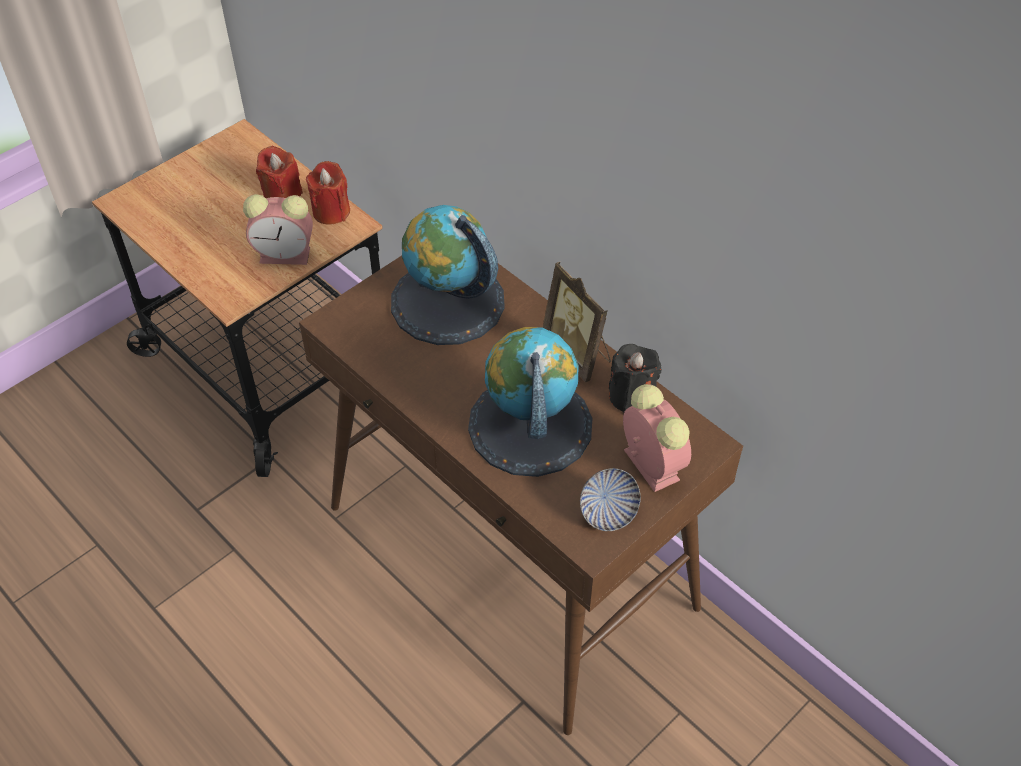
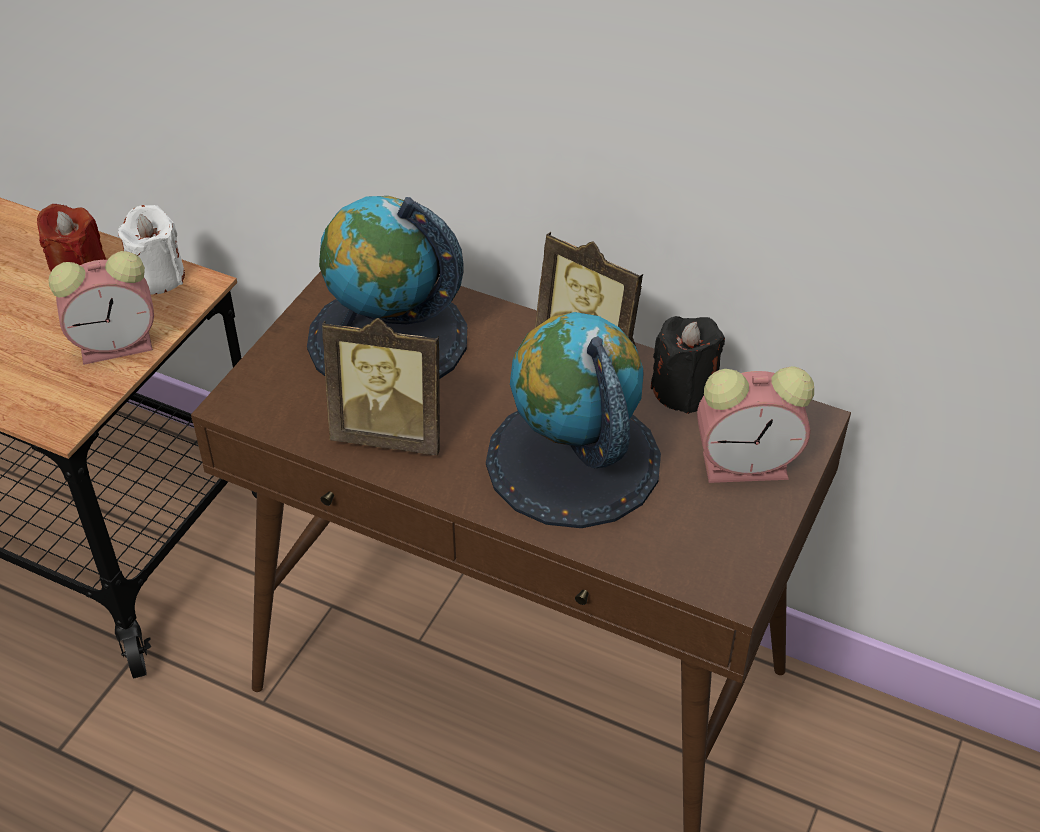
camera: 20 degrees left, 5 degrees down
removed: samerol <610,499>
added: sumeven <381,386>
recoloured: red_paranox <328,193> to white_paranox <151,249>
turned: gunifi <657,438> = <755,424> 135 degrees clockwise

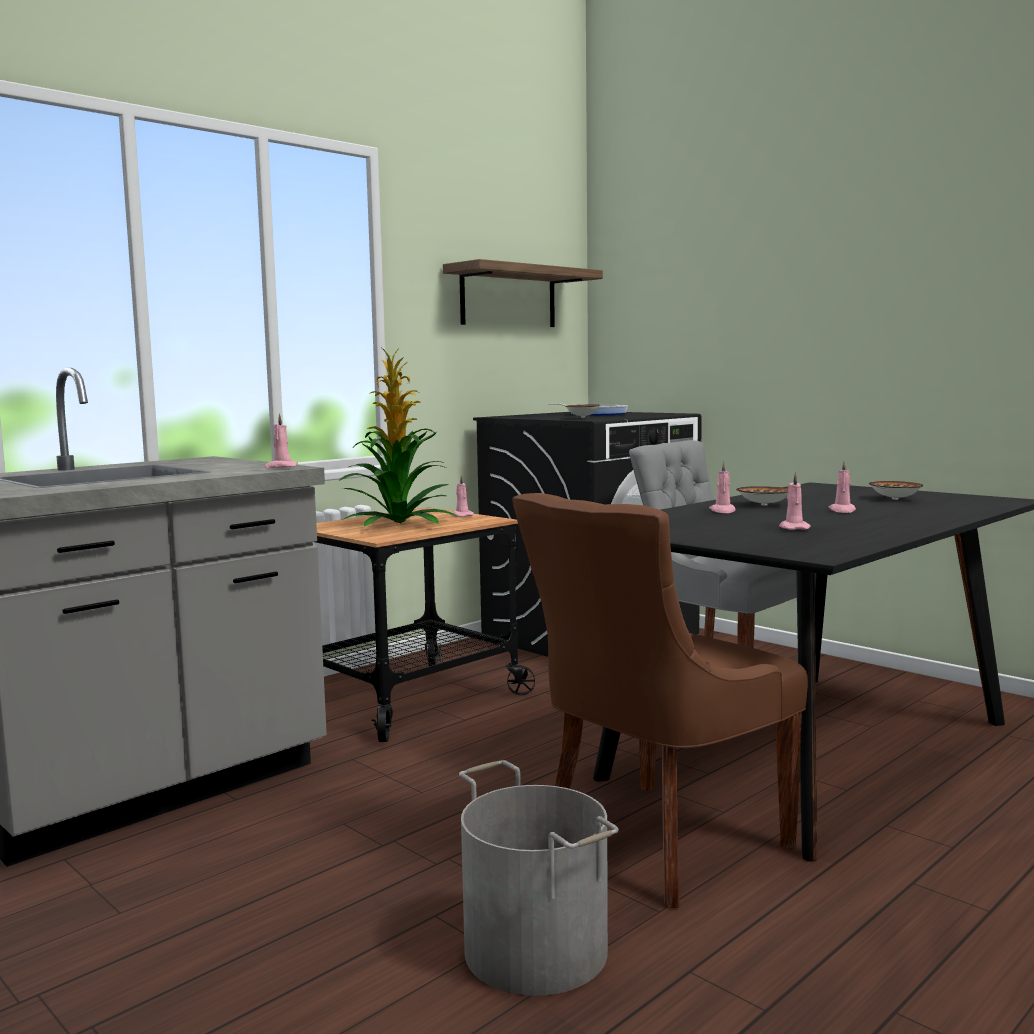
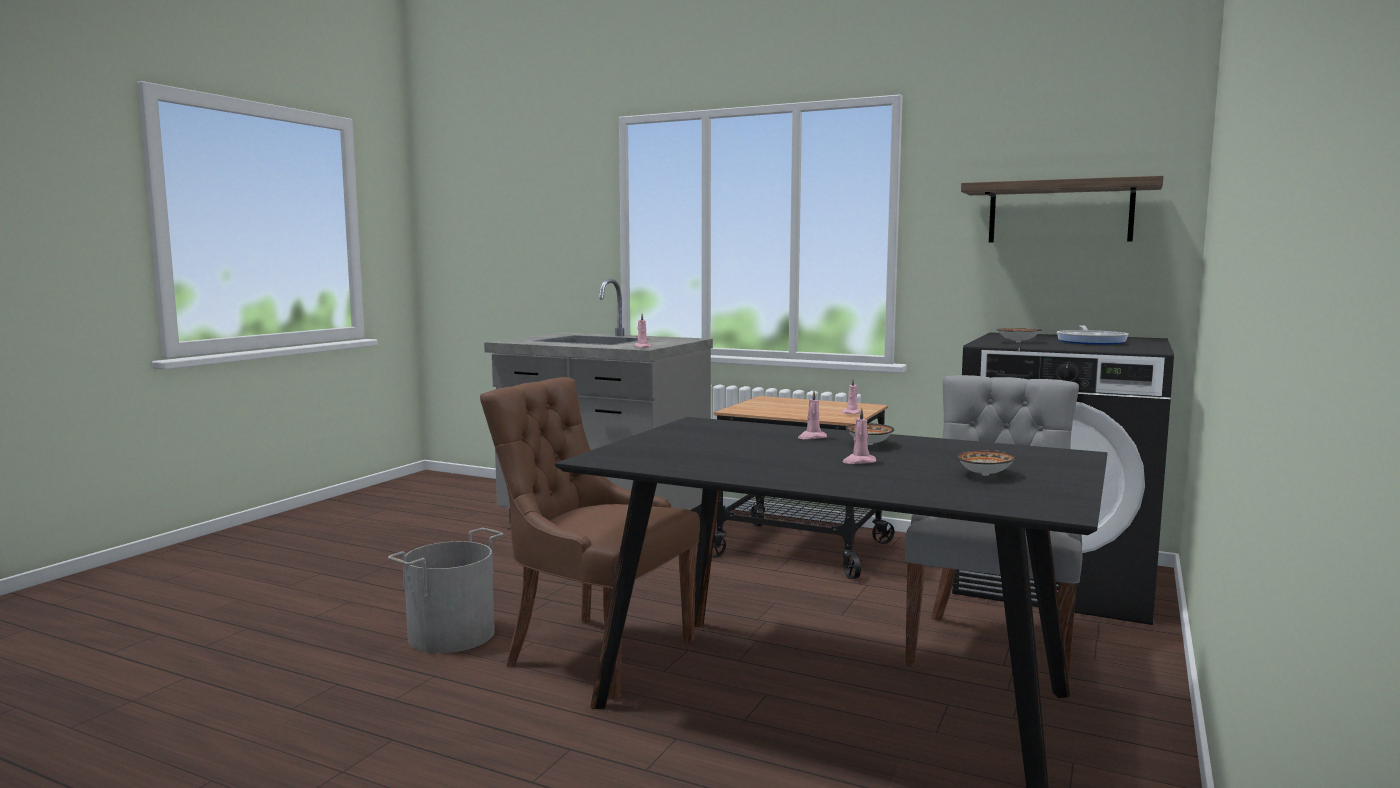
camera: 70 degrees right, 0 degrees up
removed: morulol <399,437>; pink_paranox <795,501>

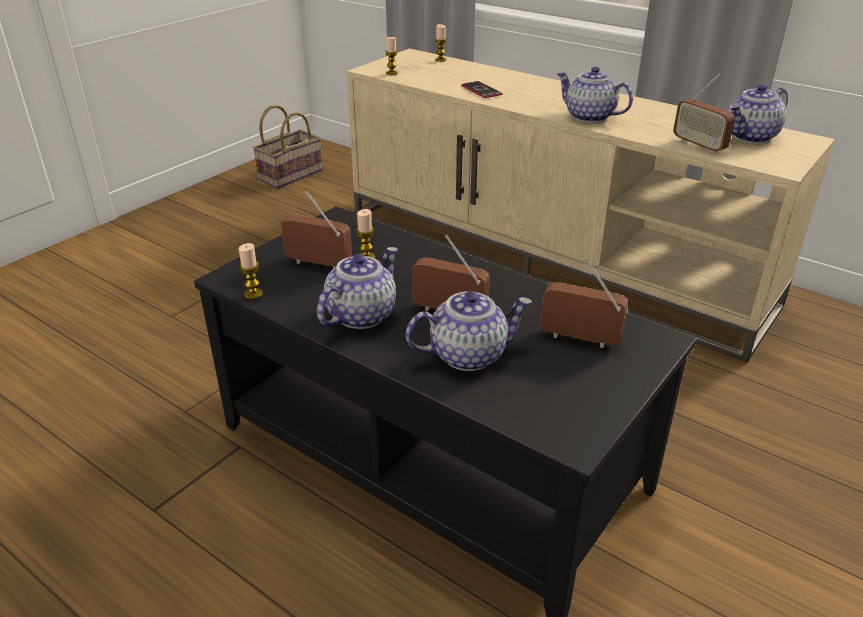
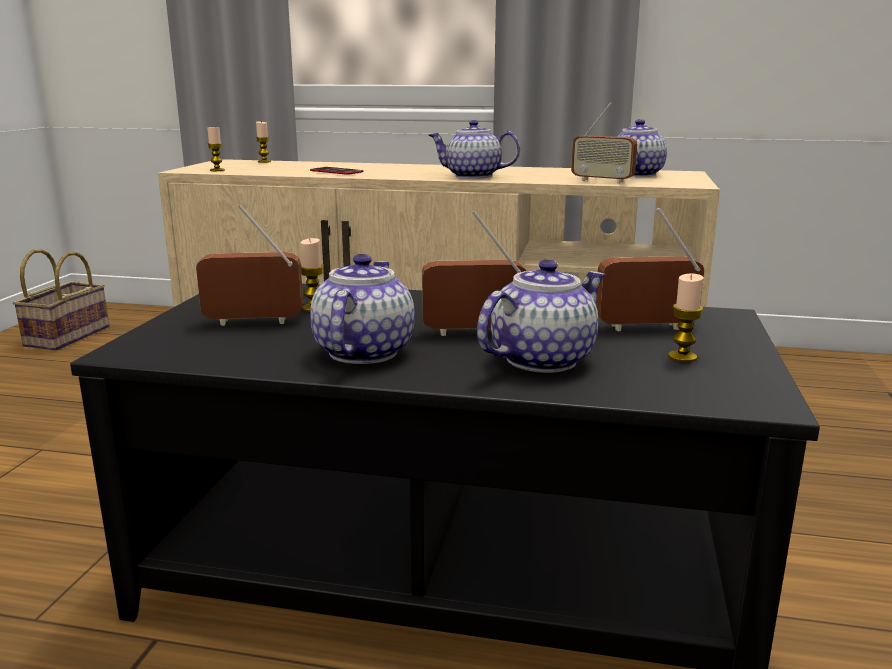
camera: 25 degrees left, 15 degrees down
moved: paranox <251,271> to <686,318>

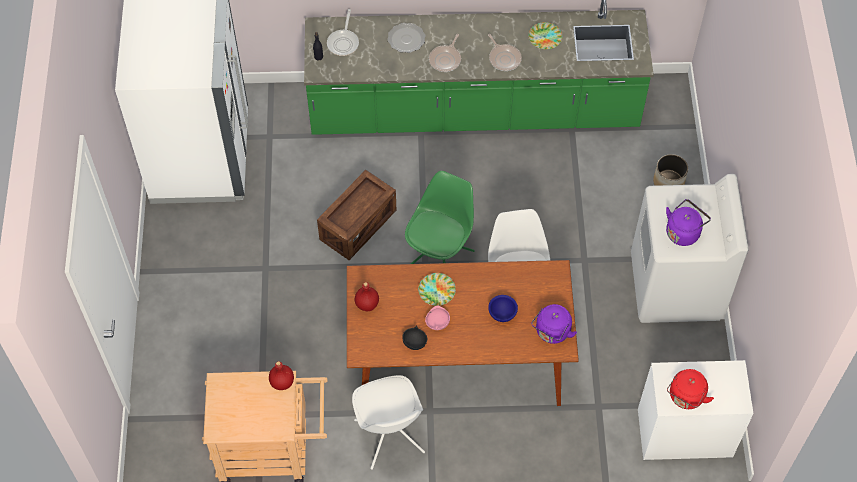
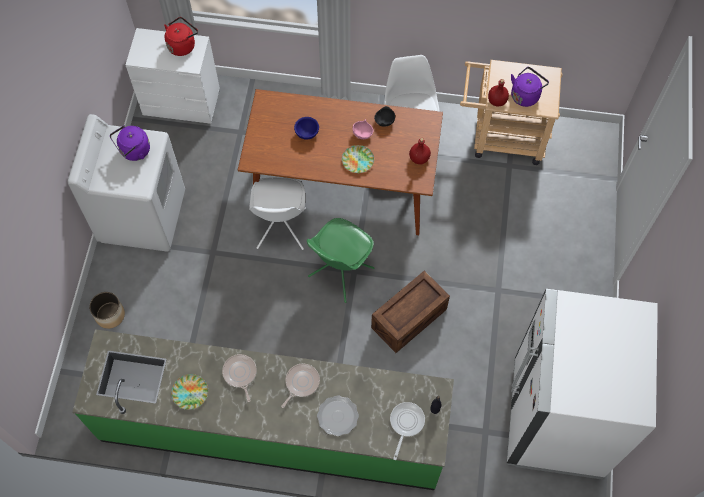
camera: 170 degrees left, 5 degrees up
moved: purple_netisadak <554,324> to <530,87>

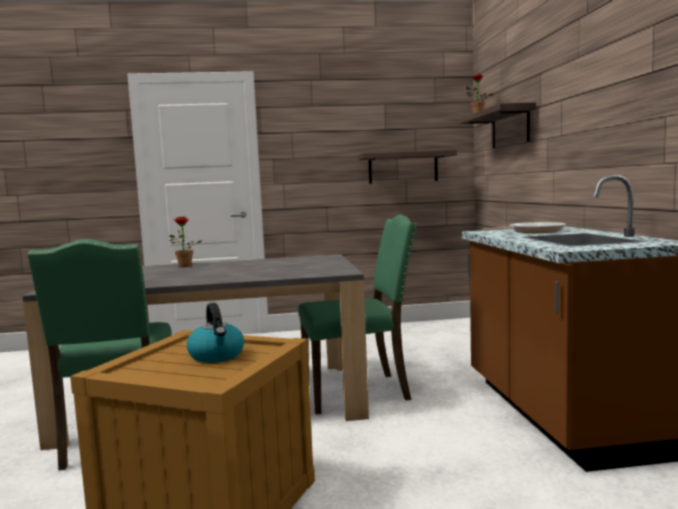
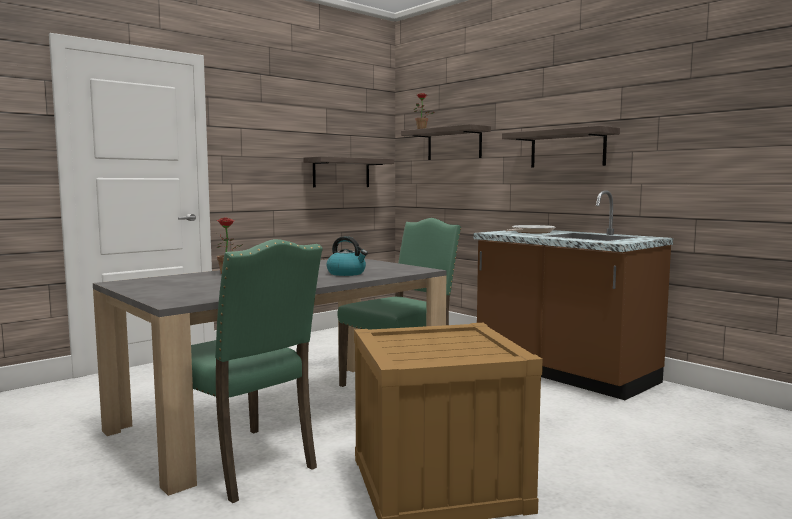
camera: 35 degrees left, 0 degrees up
added: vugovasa <561,147>
moved: netisadak <215,333> to <347,256>

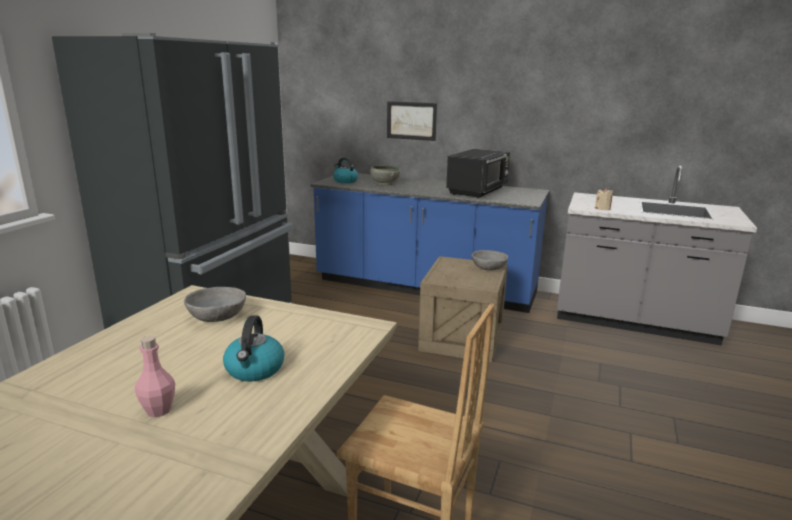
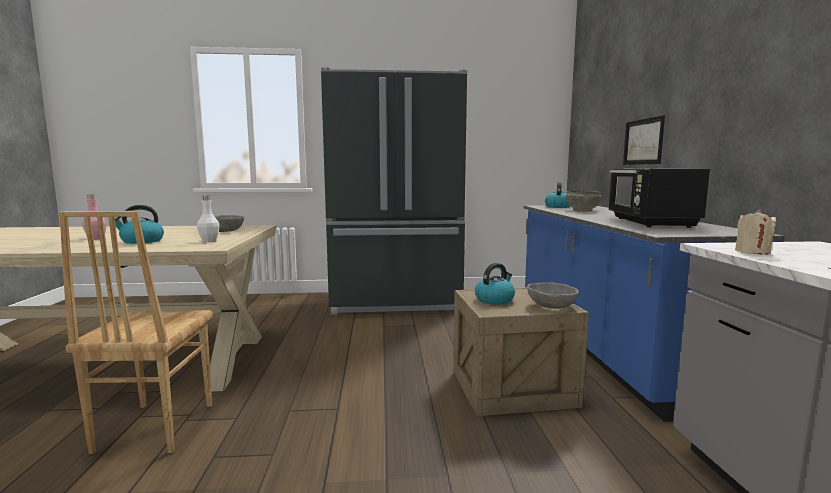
camera: 65 degrees right, 10 degrees down
added: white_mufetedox <208,218>; netisadak <495,284>
turned: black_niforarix <478,173> = <659,198> 90 degrees clockwise

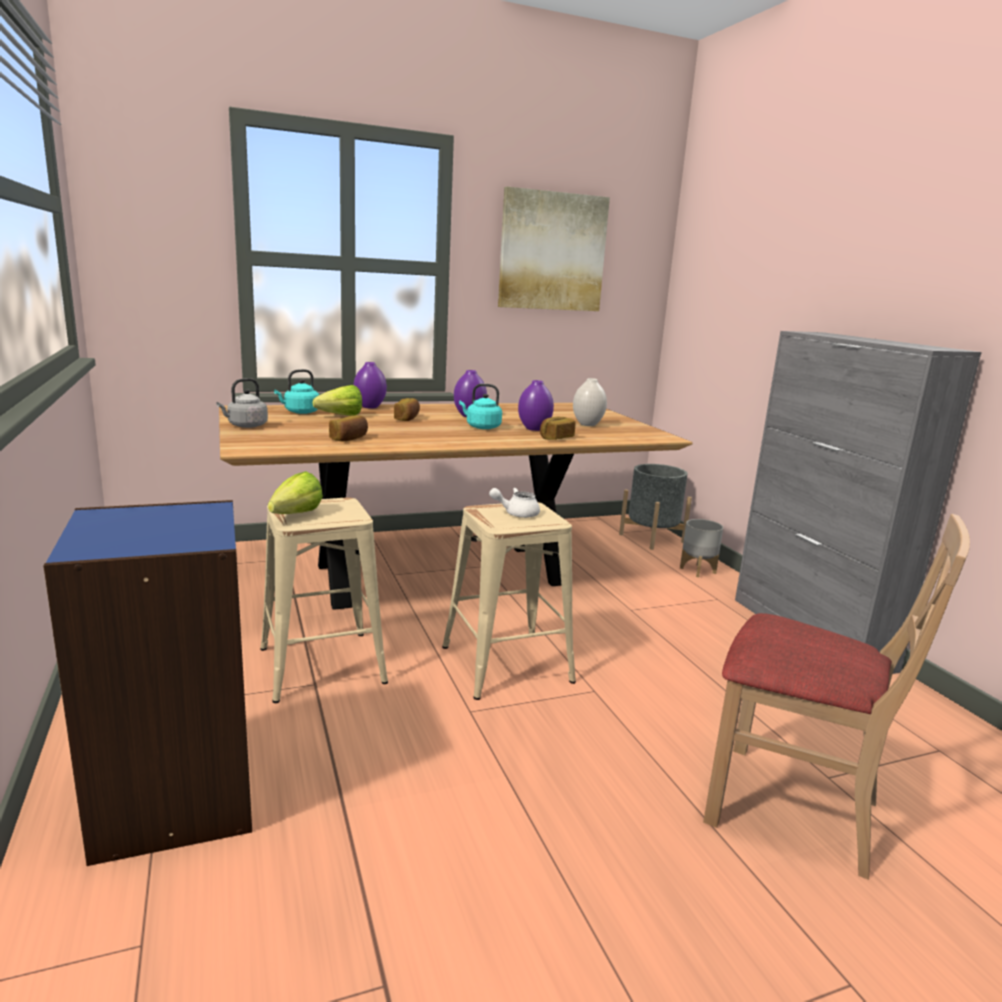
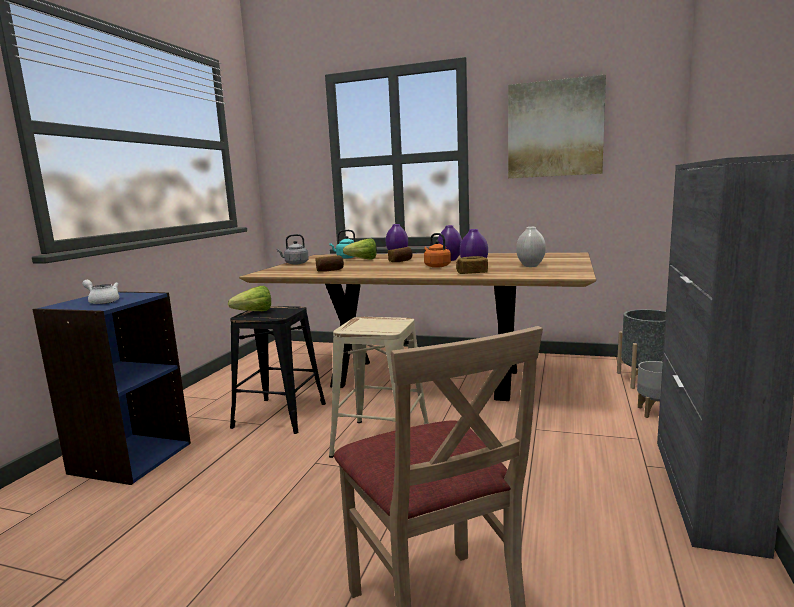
camera: 40 degrees right, 5 degrees down
moved: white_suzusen <514,503> to <100,292>
recoloured: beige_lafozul <324,600> to black_lafozul <278,370>; turquoise_netisadak <480,406> to orange_netisadak <437,250>

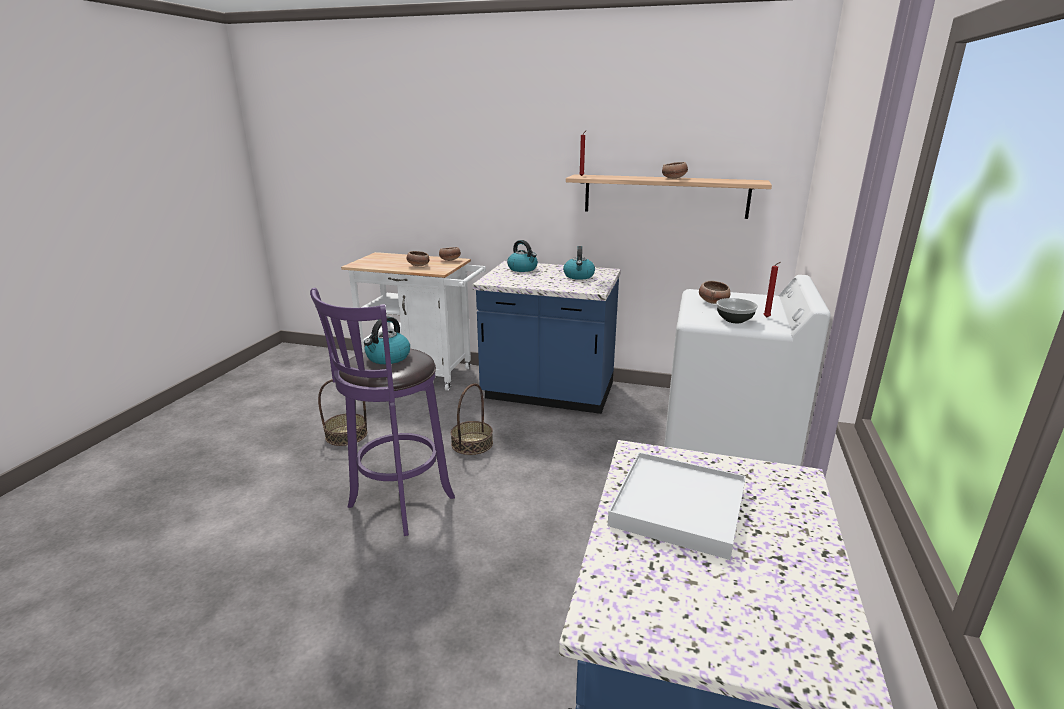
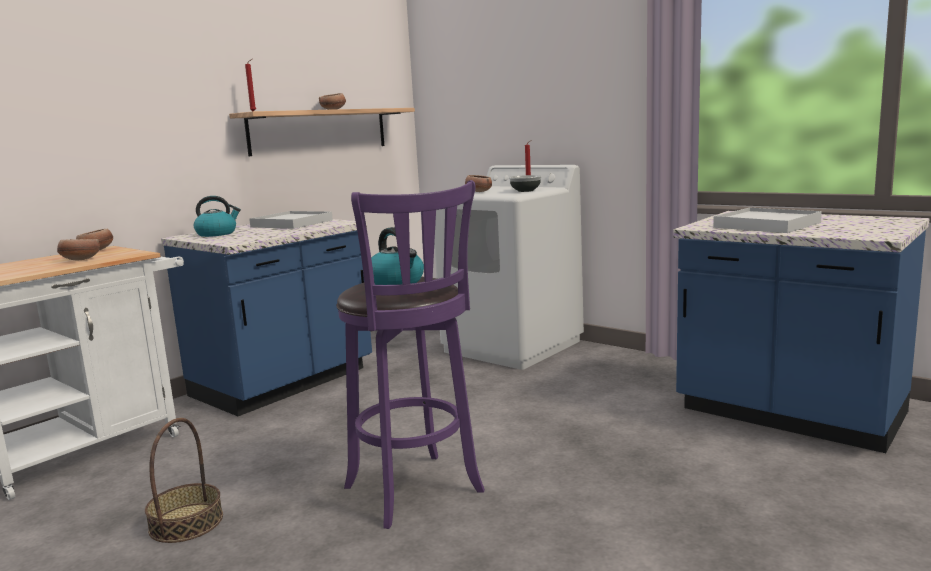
camera: 65 degrees left, 10 degrees down
removed: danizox <472,419>
replaced: netisadak <579,263> to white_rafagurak <291,220>

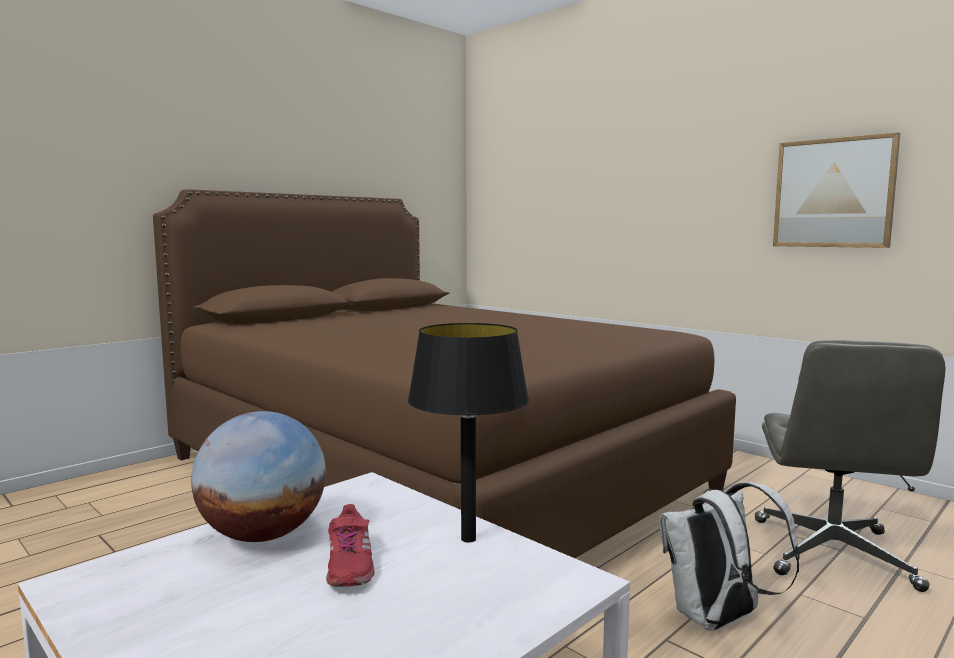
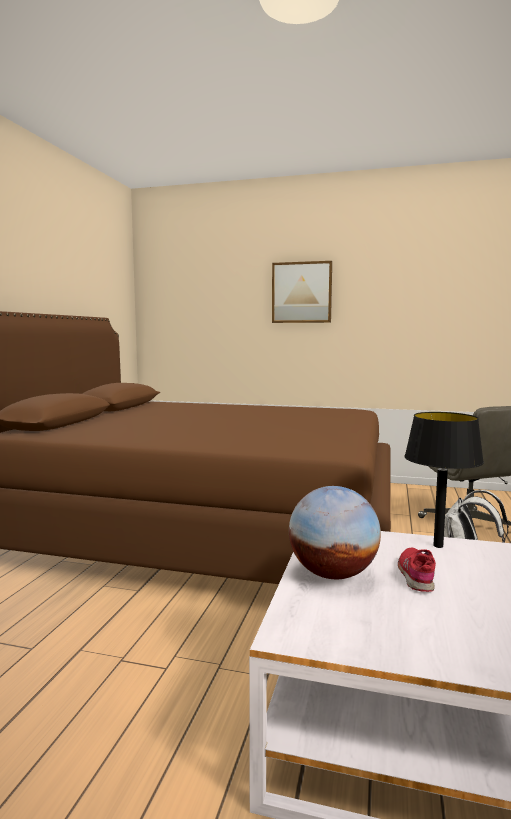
camera: 30 degrees left, 0 degrees up
moved: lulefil <836,190> to <302,292>
turned: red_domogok <350,545> = <417,570> 135 degrees counterclockwise

